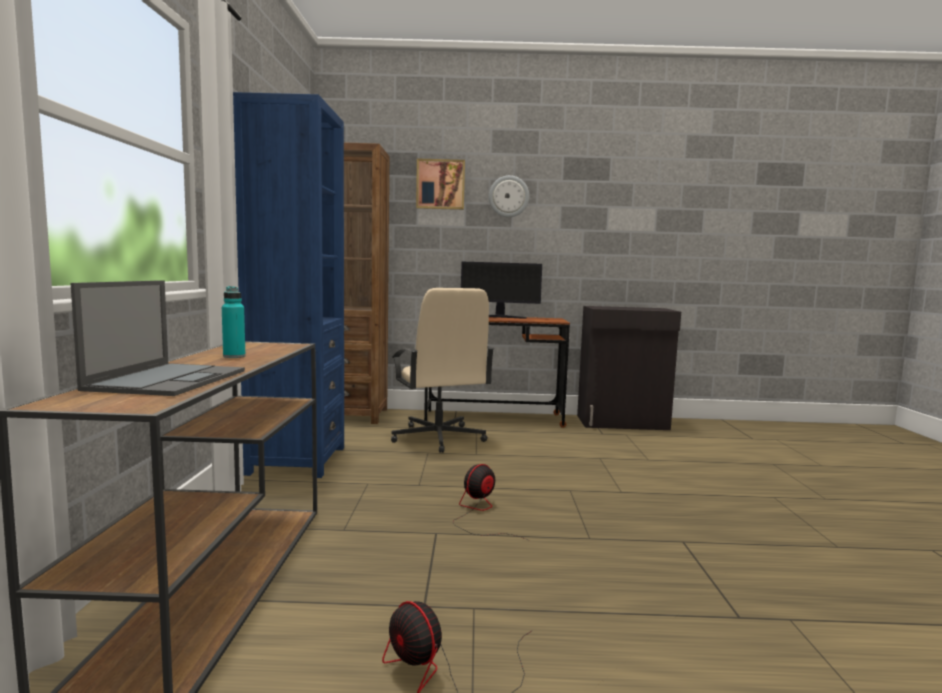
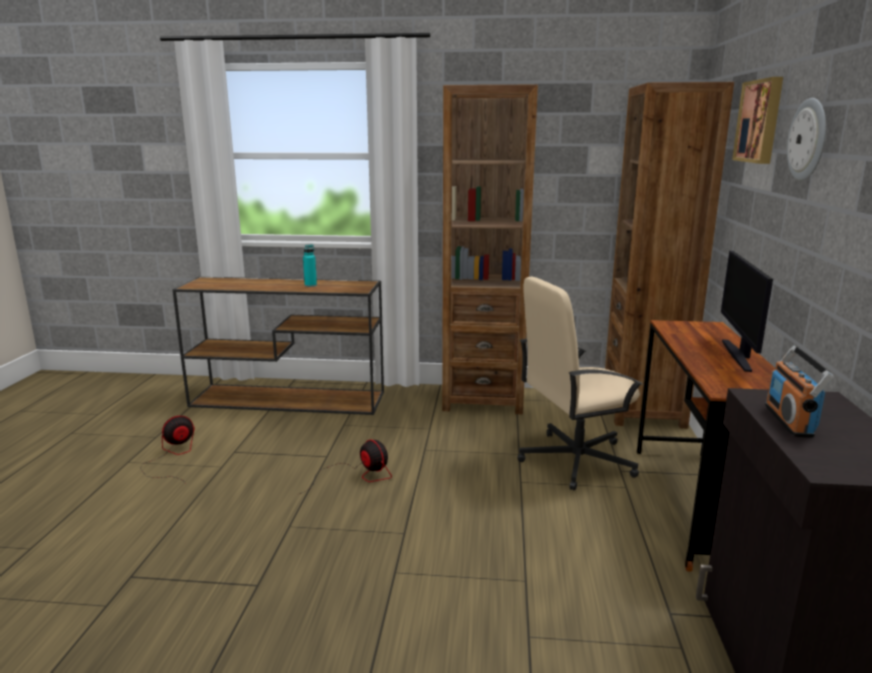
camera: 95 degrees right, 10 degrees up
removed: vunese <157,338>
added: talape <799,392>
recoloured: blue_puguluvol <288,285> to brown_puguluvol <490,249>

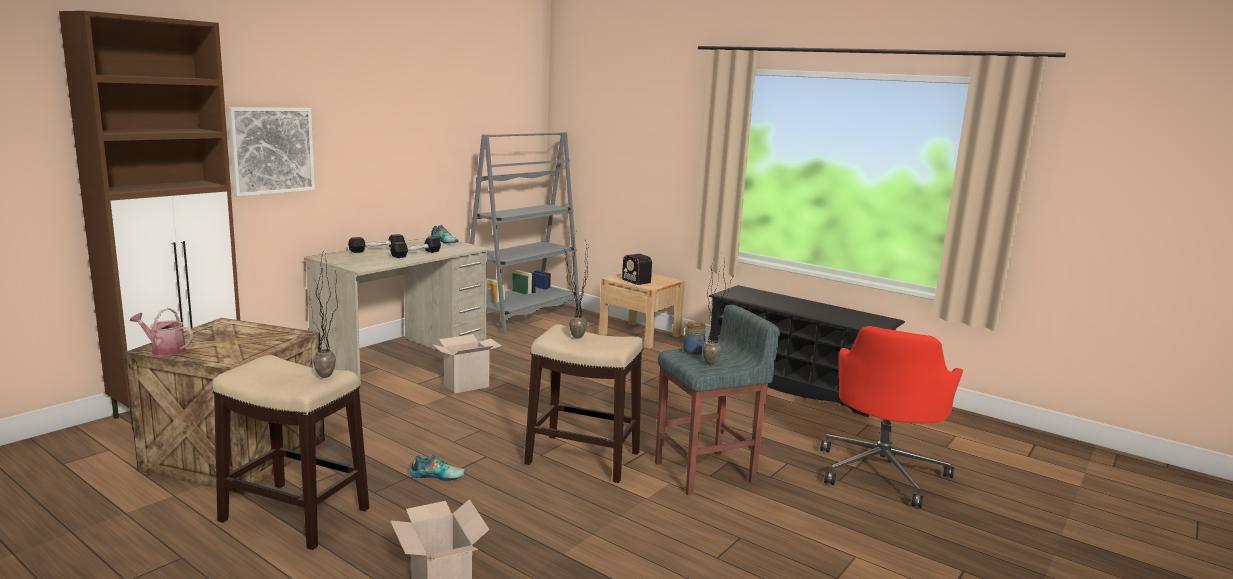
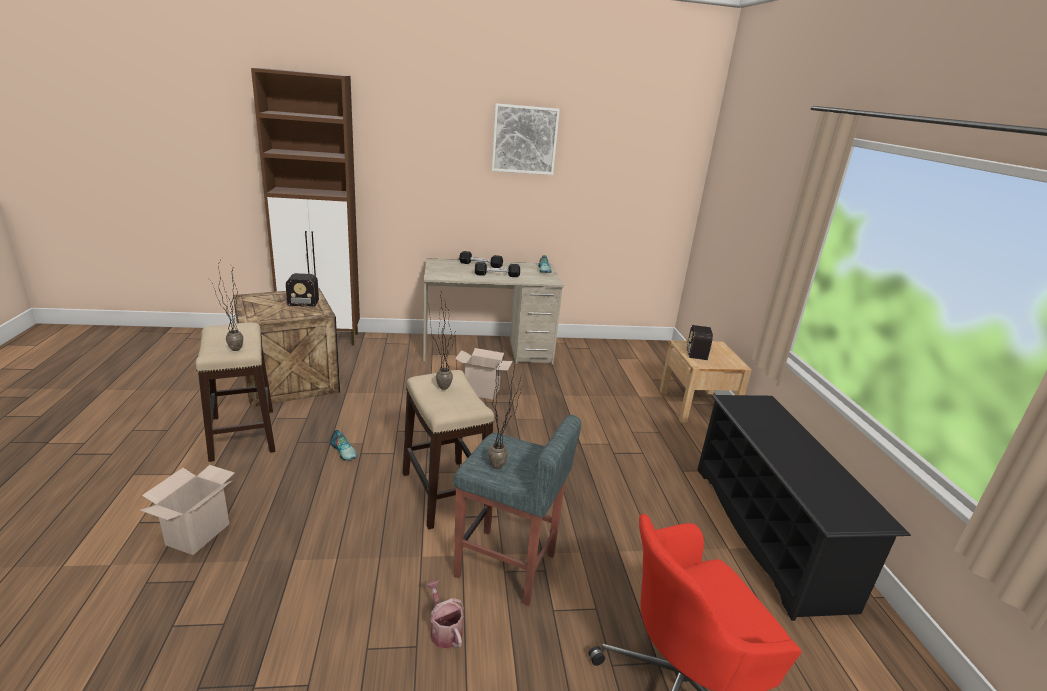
camera: 45 degrees right, 10 degrees up
removed: grey_puguluvol <525,233>; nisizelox <694,338>
added: talape <295,290>
moved: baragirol <161,331> to <445,614>; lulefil <271,152> to <526,139>

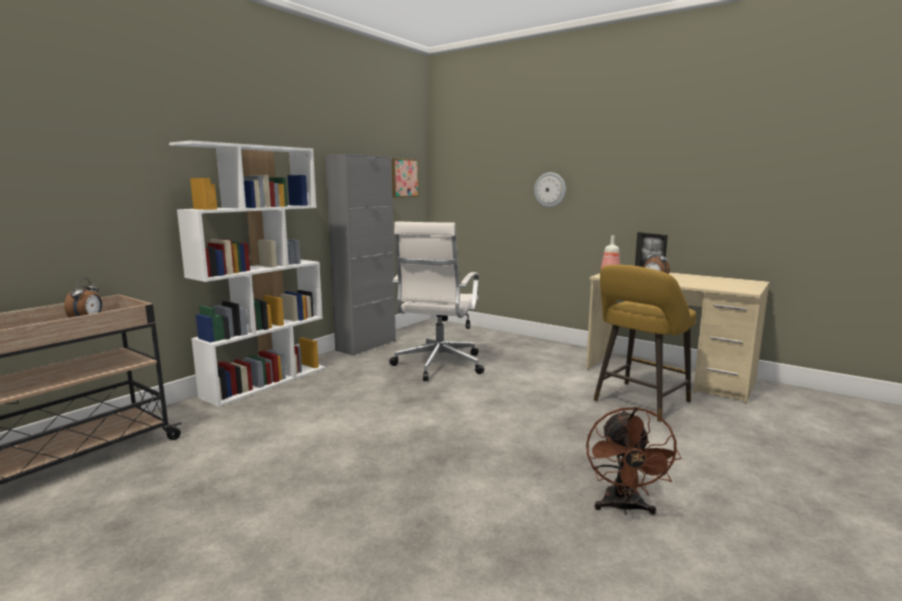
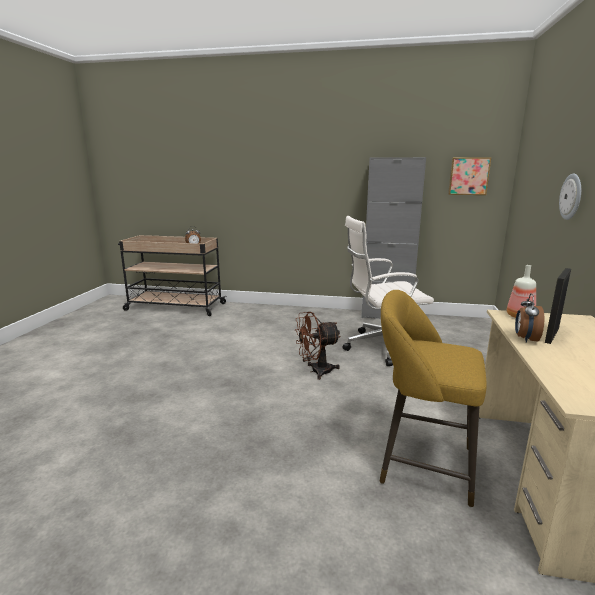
camera: 65 degrees right, 5 degrees up
removed: white_puguluvol <247,274>
moved: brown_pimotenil <633,461> to <318,346>

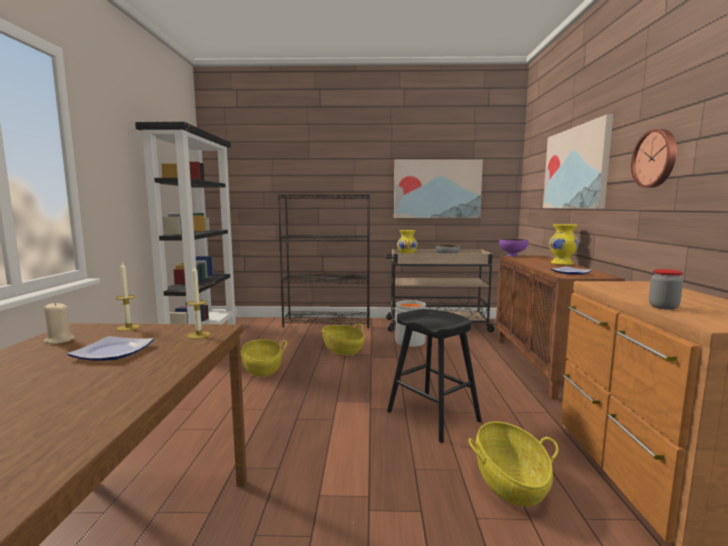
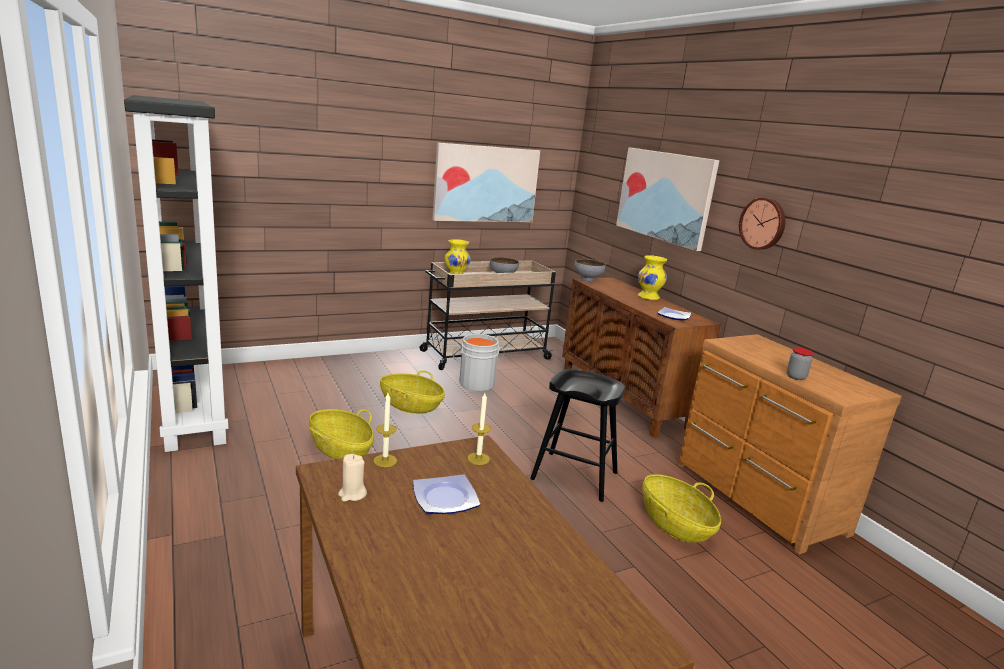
camera: 30 degrees left, 10 degrees up
removed: black_puguluvol <324,261>
recoloured: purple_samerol <513,247> to grey_samerol <590,270>

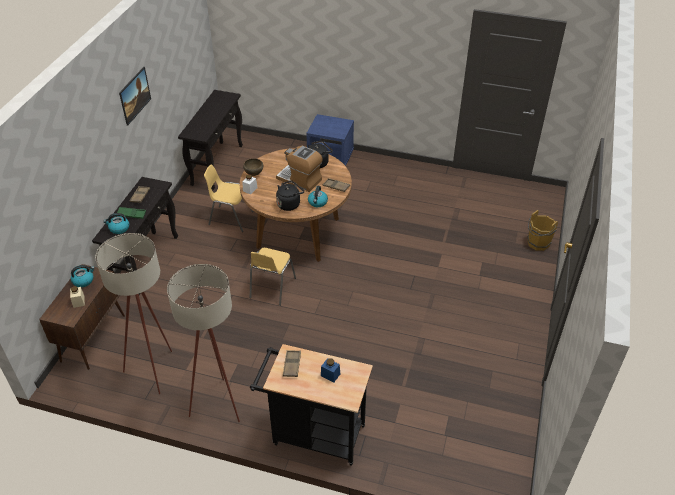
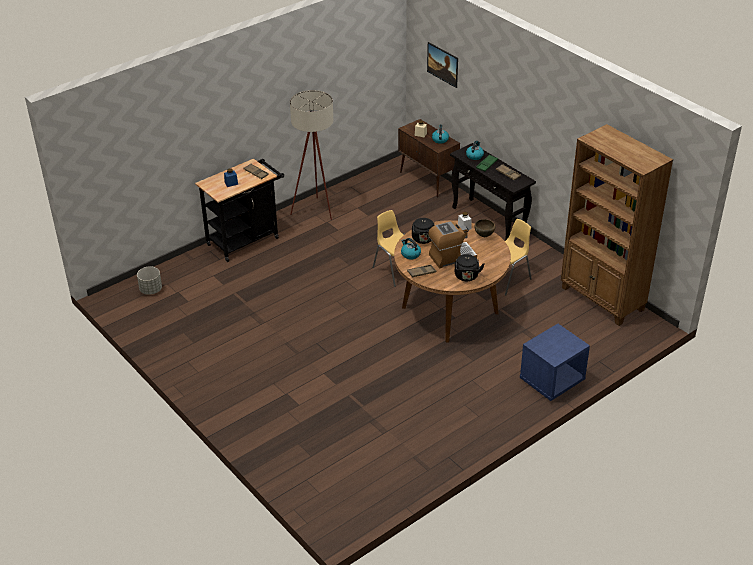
camera: 125 degrees right, 5 degrees down
removed: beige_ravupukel <133,313>; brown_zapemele <543,230>
added: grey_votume <149,280>
moved: lulefil <135,96> to <442,65>
replaced: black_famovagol <210,140> to brown_puguluvol <617,225>

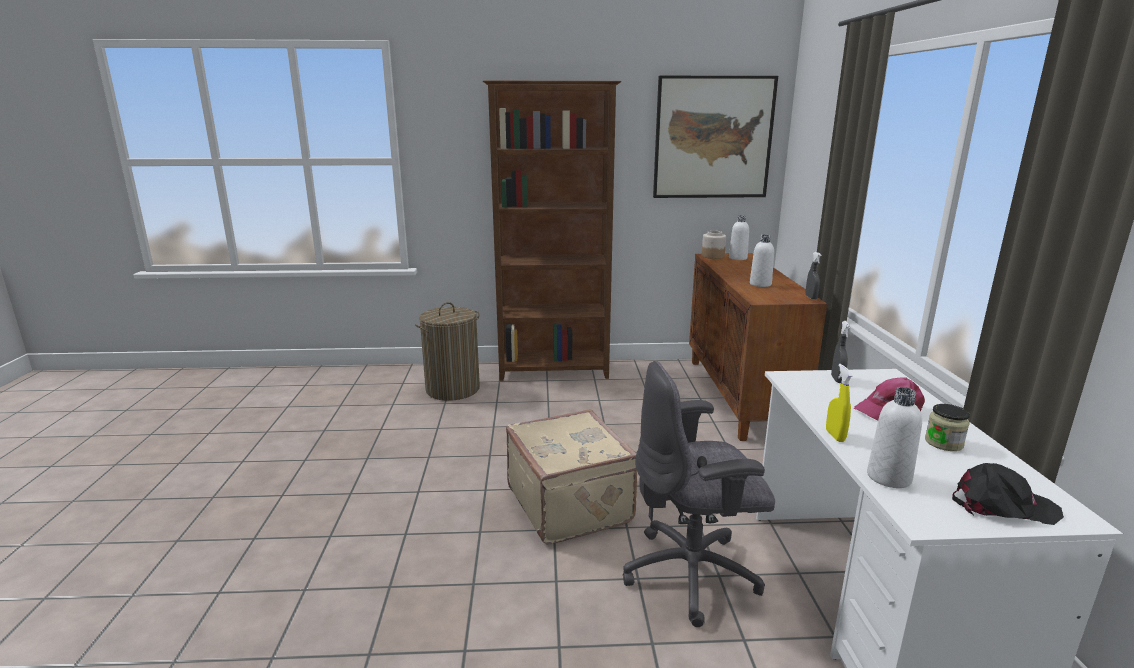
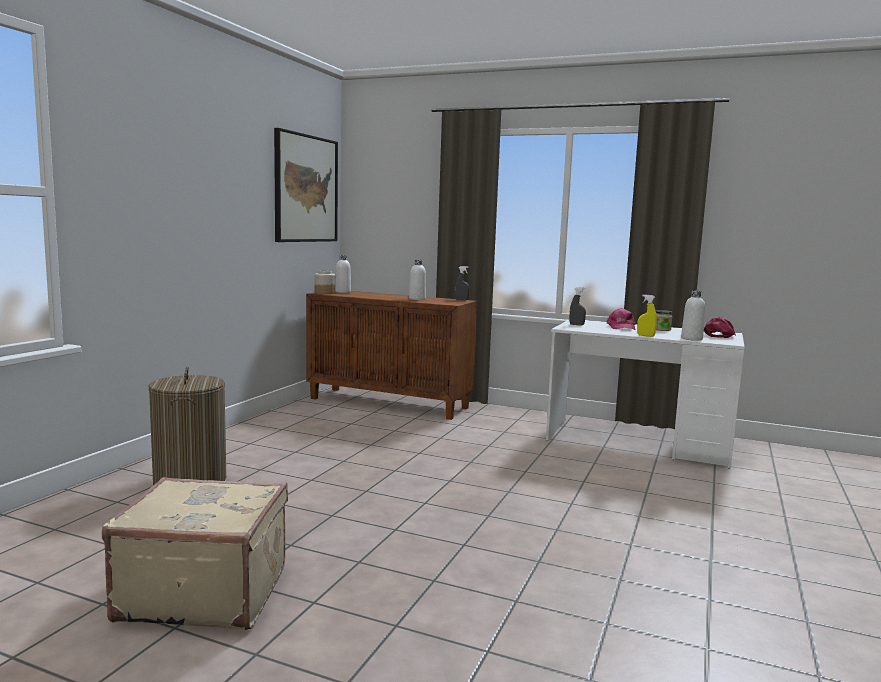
camera: 65 degrees left, 10 degrees down
removed: brown_puguluvol <552,231>; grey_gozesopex <699,494>
moved: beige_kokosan <571,477> to <195,553>
recoloured: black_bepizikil <1008,494> to pink_bepizikil <720,327>

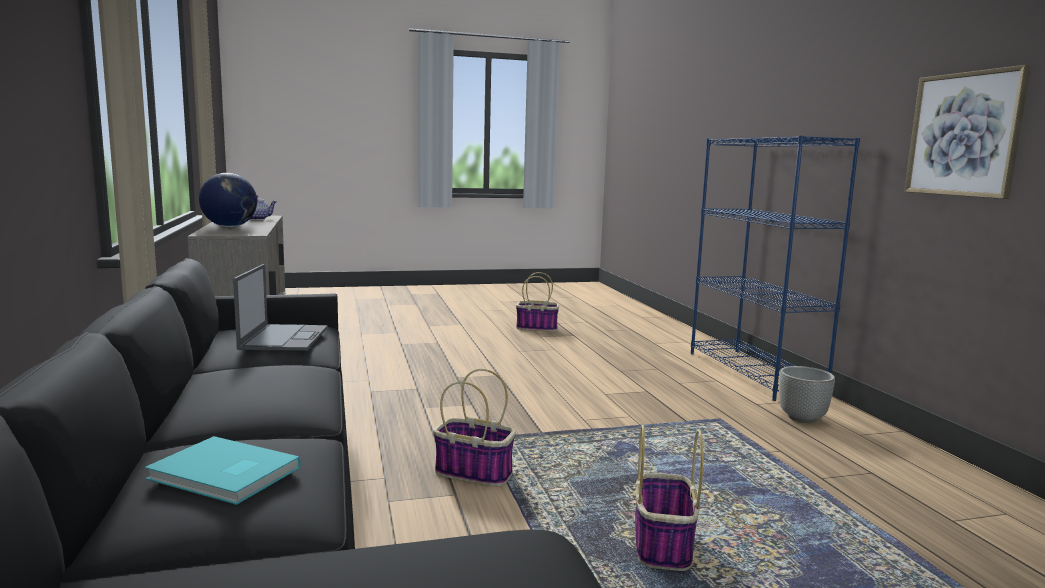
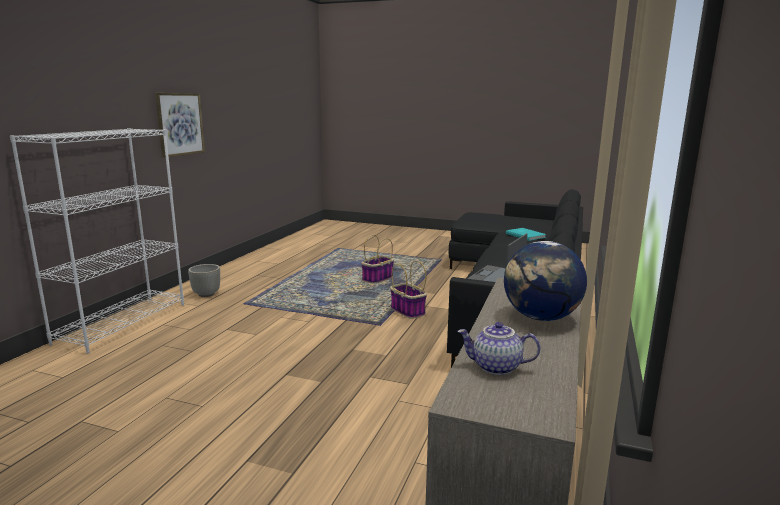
camera: 145 degrees left, 5 degrees up
removed: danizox <537,302>
recoloured: blue_puguluvol <775,268> to white_puguluvol <97,241>

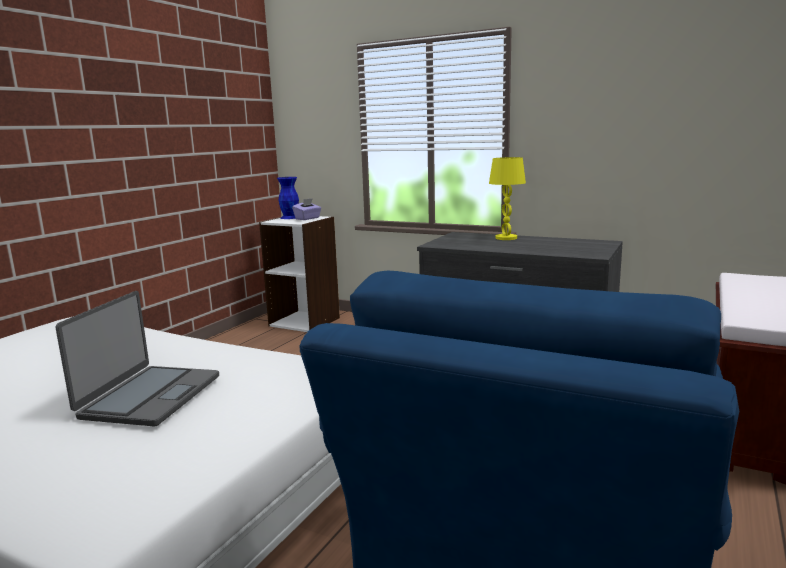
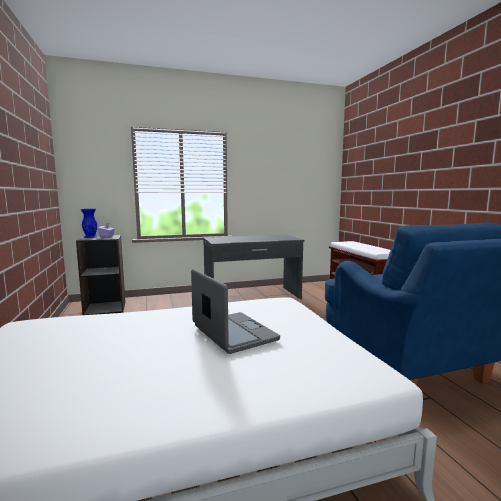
camera: 45 degrees left, 5 degrees down
removed: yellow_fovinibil <507,198>
recoloured: white_puguluvol <299,274> to black_puguluvol <101,275>

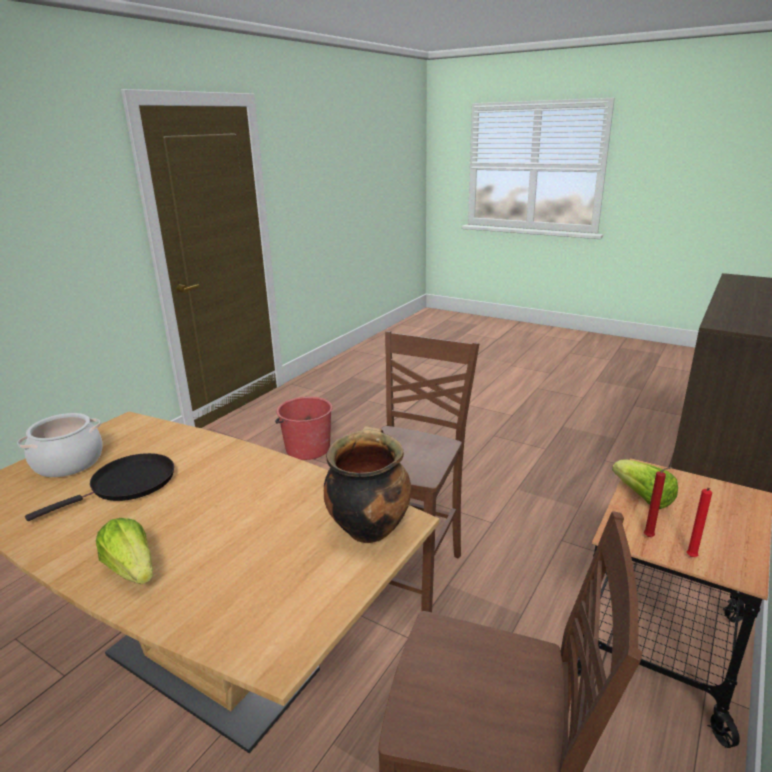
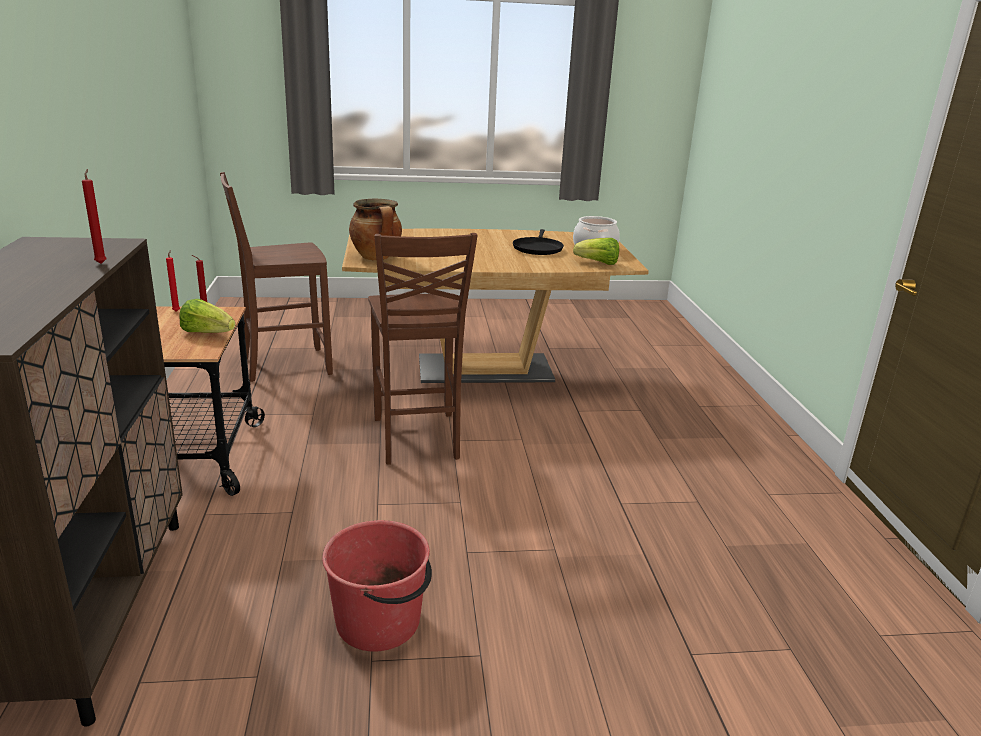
camera: 140 degrees right, 0 degrees up
added: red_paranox <94,216>
moved: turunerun <124,551> to <596,251>; red_zapemele <304,428> to <377,585>

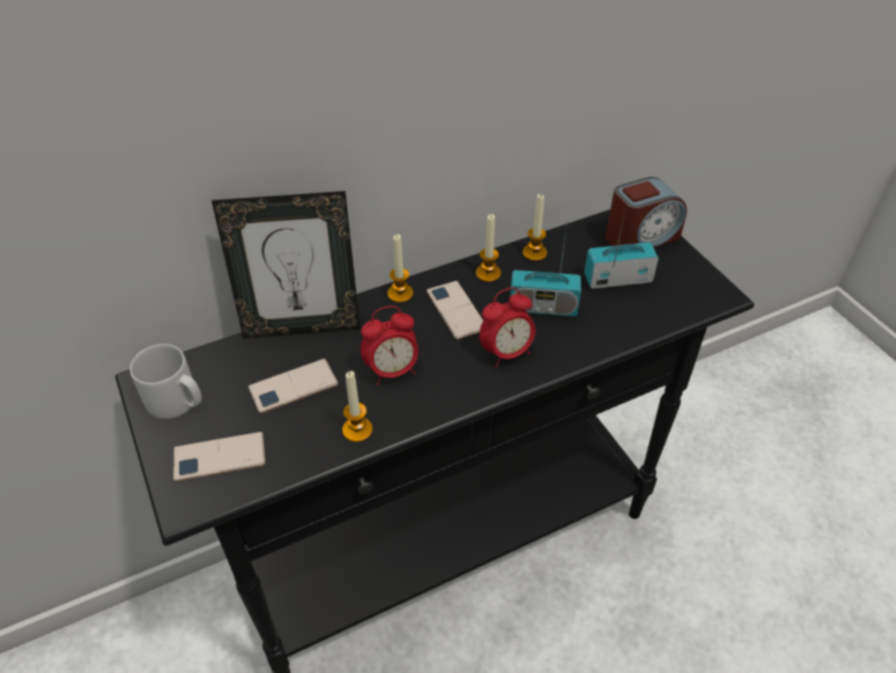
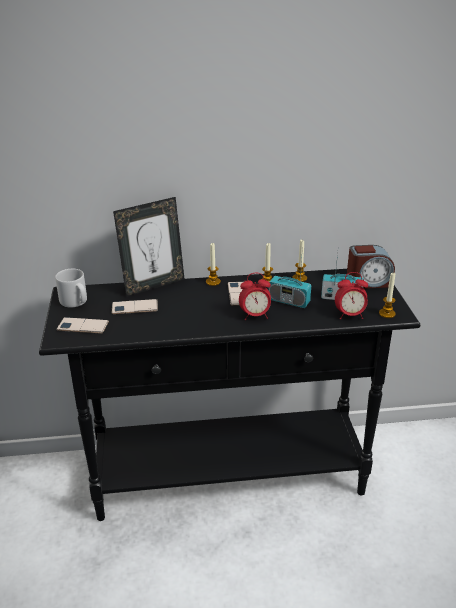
camera: 20 degrees right, 15 degrees down
moved: paranox <357,406> to <387,295>; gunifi <389,345> to <351,295>
turned: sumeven <285,265> = <148,247> 45 degrees counterclockwise

